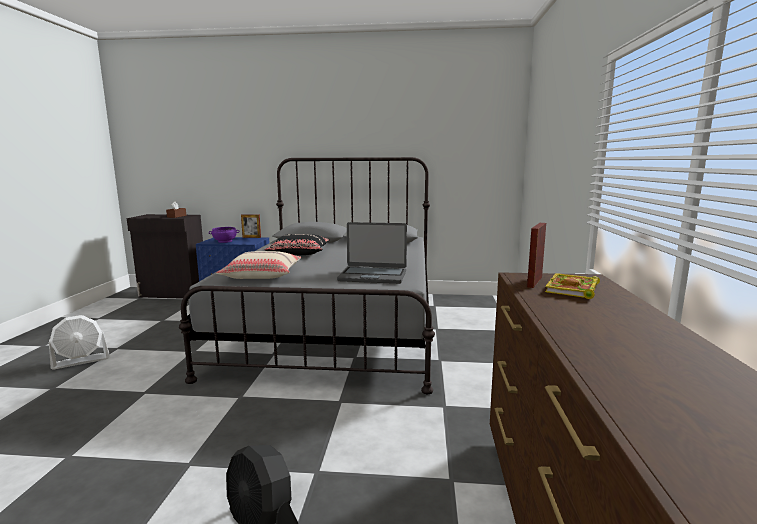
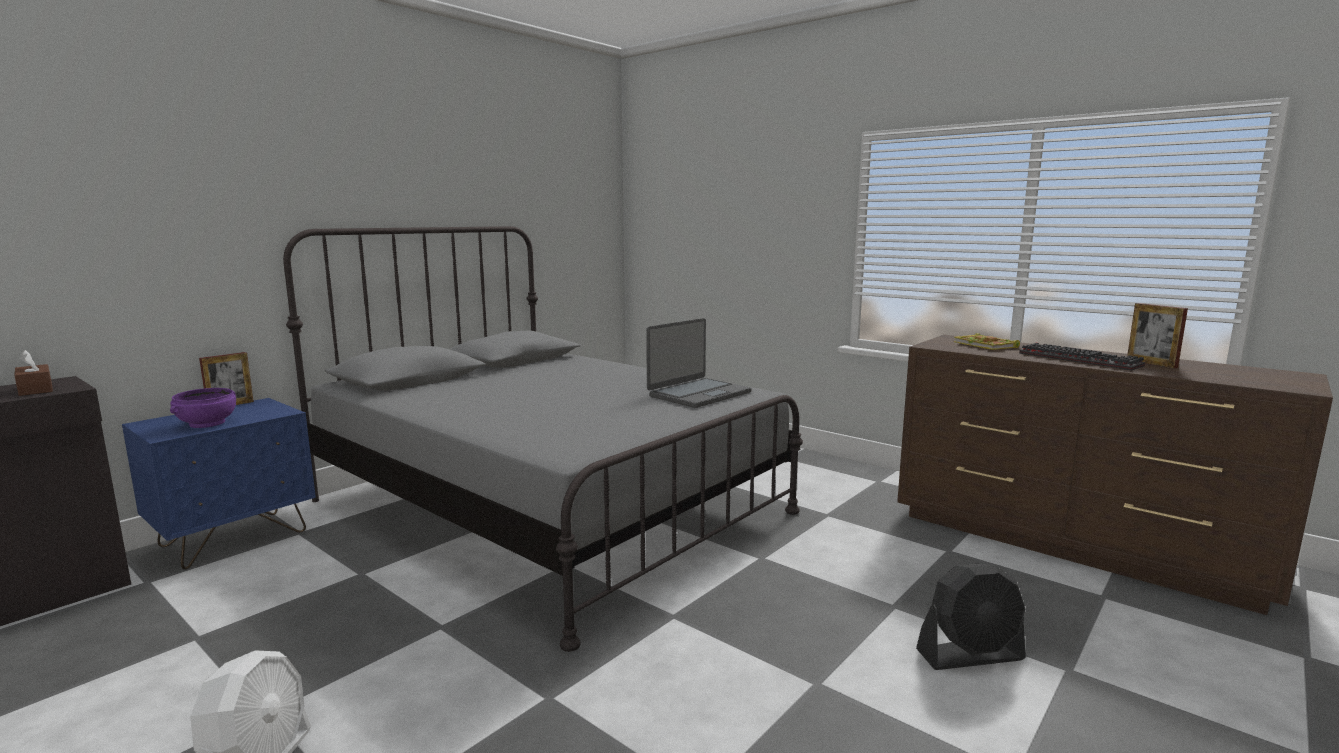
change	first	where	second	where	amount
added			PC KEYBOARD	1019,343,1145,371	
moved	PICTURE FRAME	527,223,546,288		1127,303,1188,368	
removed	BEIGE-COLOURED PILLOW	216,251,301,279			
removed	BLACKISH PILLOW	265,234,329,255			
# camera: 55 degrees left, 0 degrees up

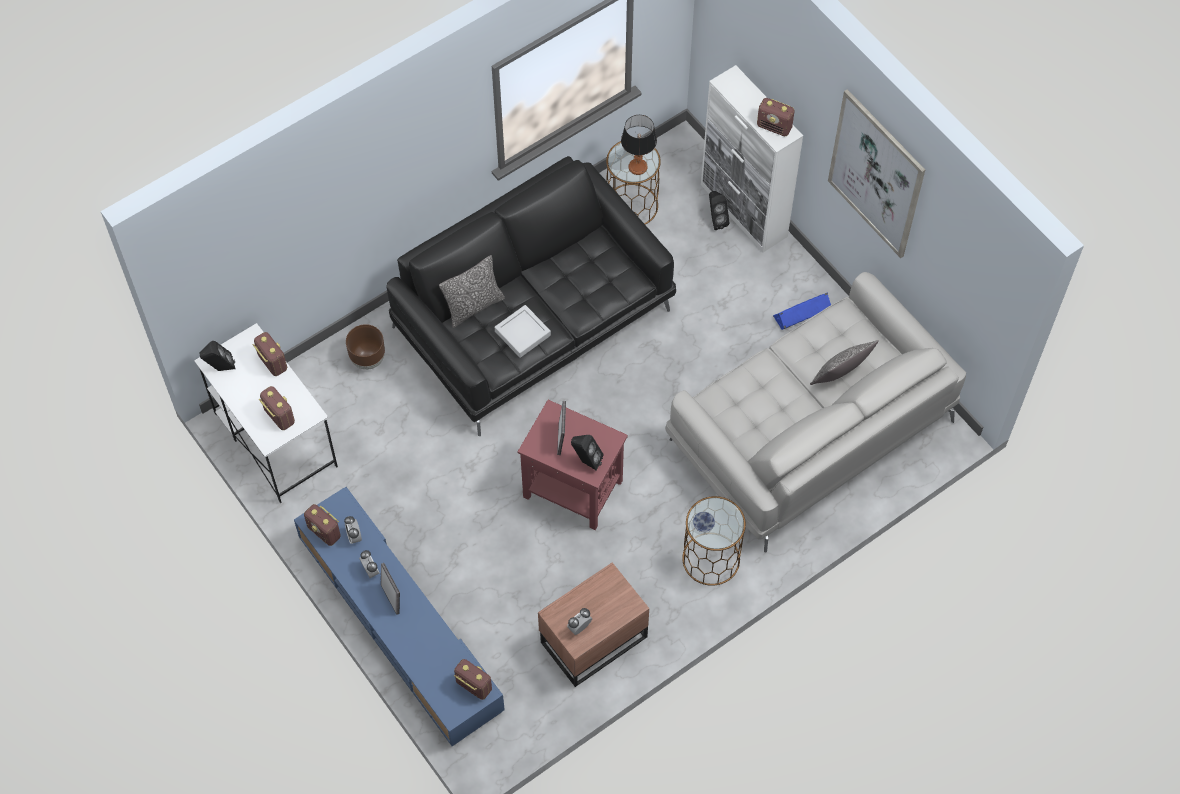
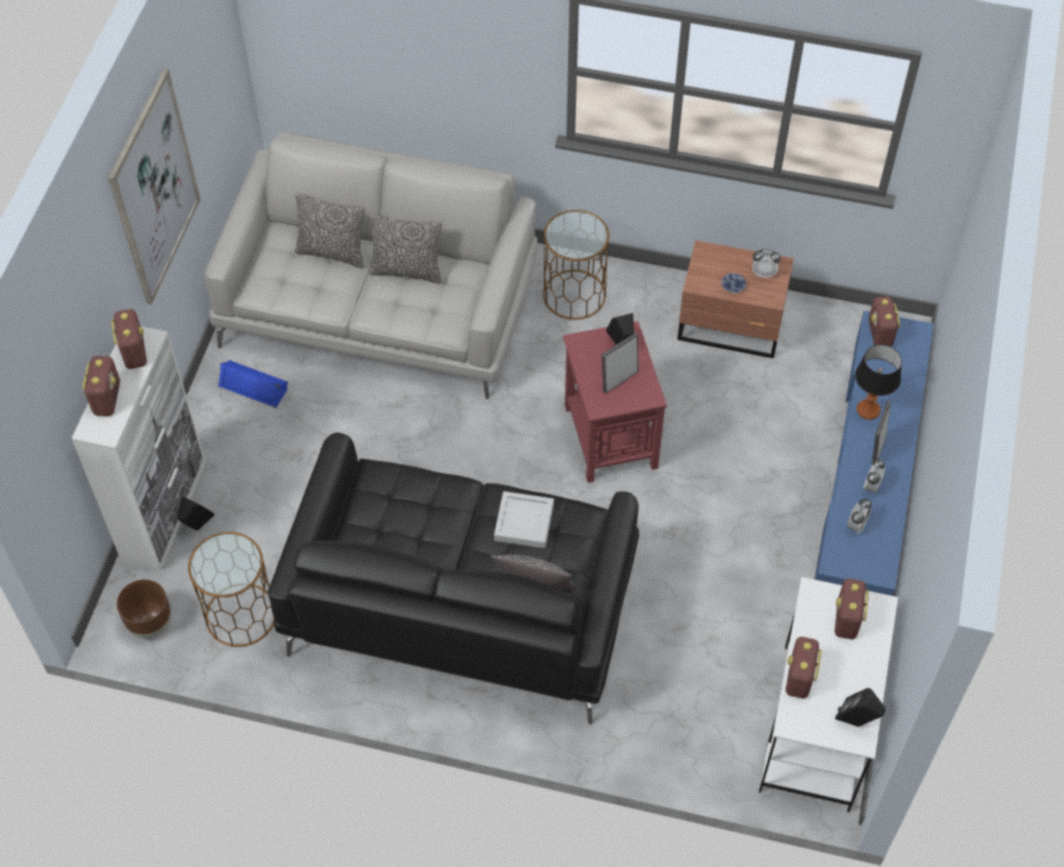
change	first	where	second	where	amount
moved	RADIO SET	304,504,341,546		82,356,120,416	
moved	BROWN-COLOURED PLANTER	346,324,385,370		117,580,171,638	
added			PILLOW	369,214,442,284	
moved	DEEP DISH	693,512,715,532		721,273,746,293	
moved	TABLETOP LAMP	621,115,657,175		855,344,902,420	
# camera: 130 degrees left, 5 degrees down

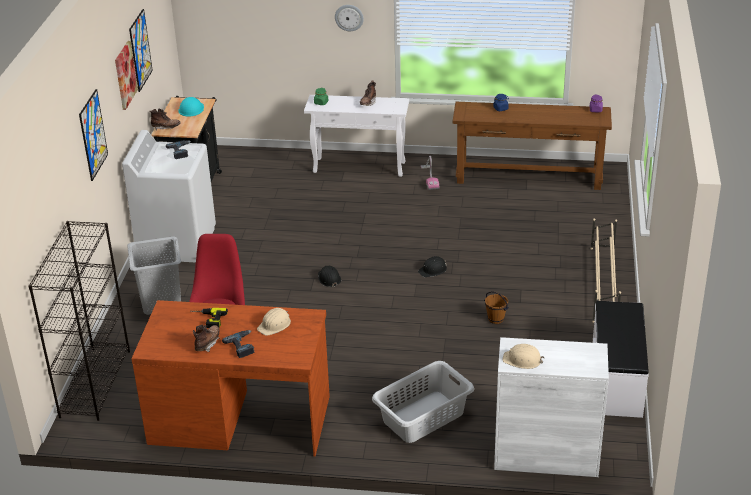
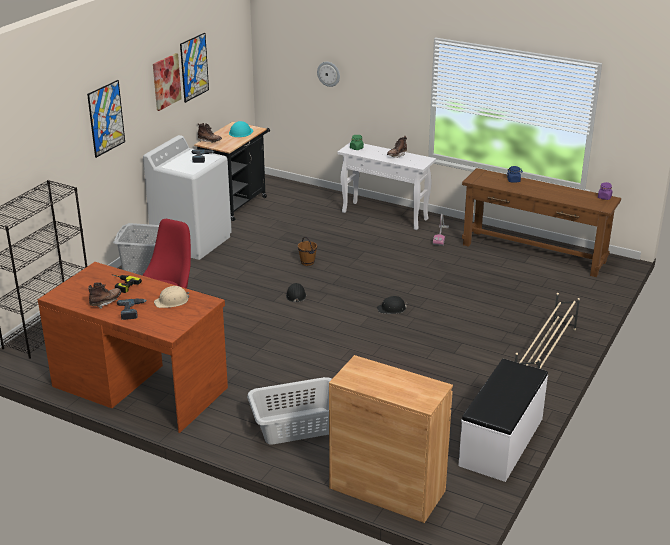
change	first	where	second	where	amount
moved	BROWN-COLOURED PAIL	484,291,509,324		298,237,317,266	
moved	HANGING CLOCK	335,5,364,31		317,62,340,87	
recoloured	WHITE-COLOURED CABINET	494,337,609,477	BROWN-COLOURED CABINET	329,355,453,523	
removed	BEIGE-COLOURED WORK HELMET	503,344,545,369			
# camera: 20 degrees right, 5 degrees down

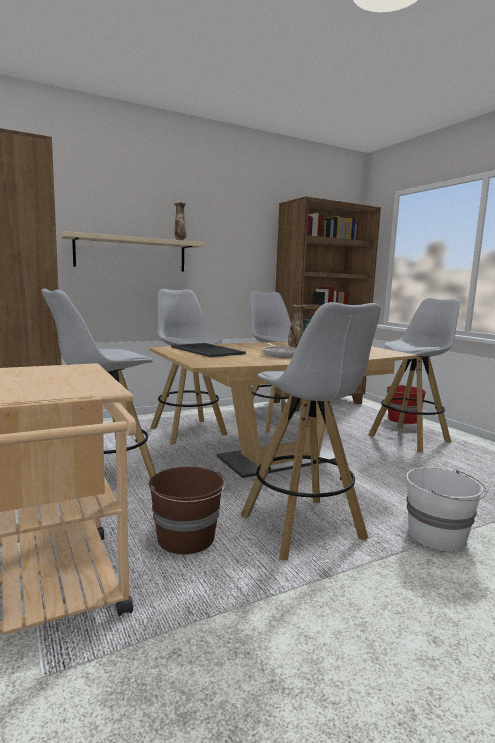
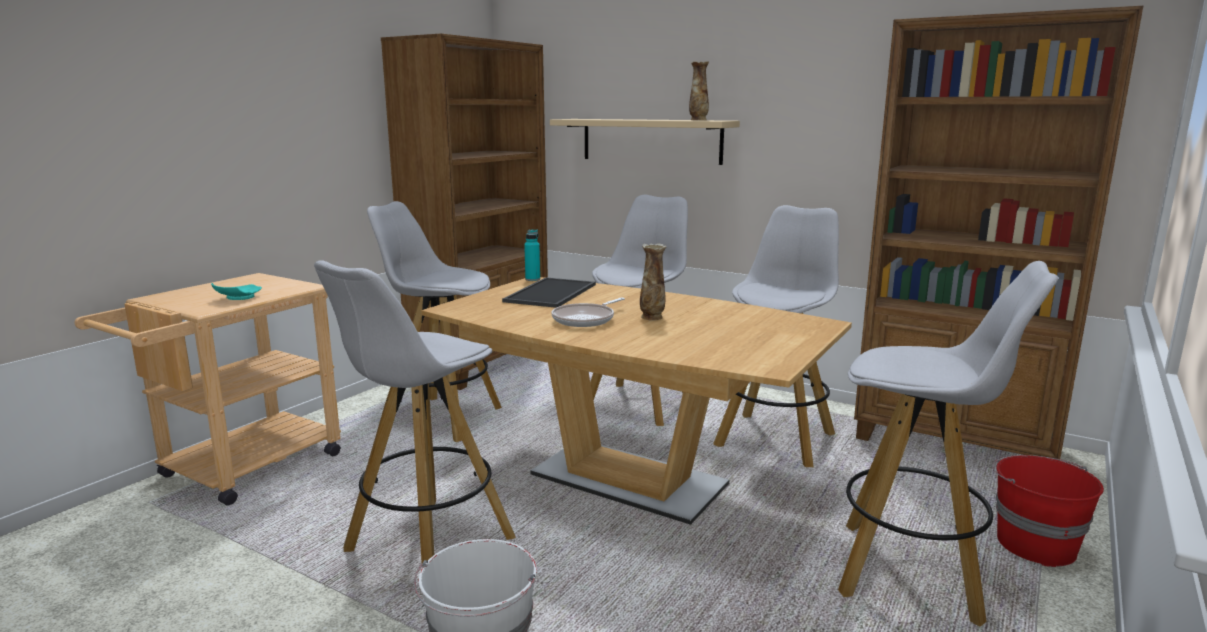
change	first	where	second	where	amount
added			TURQUOISE-COLOURED FLAT DISH	211,283,262,300	
added			TURQUOISE-COLOURED BEVERAGE BOTTLE	524,229,540,281	
removed	BROWN-COLOURED PAIL	149,467,227,554			
# camera: 60 degrees right, 5 degrees up

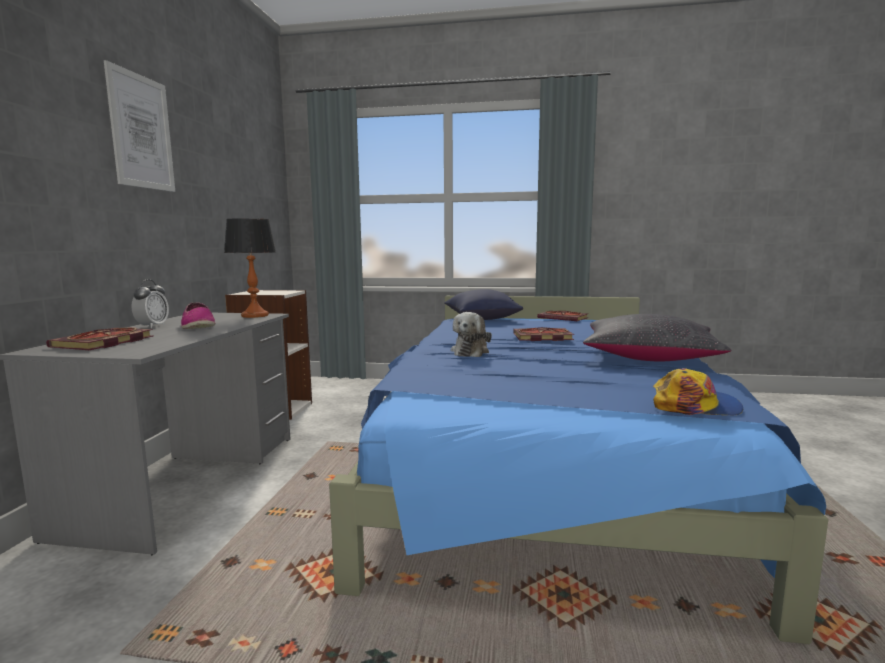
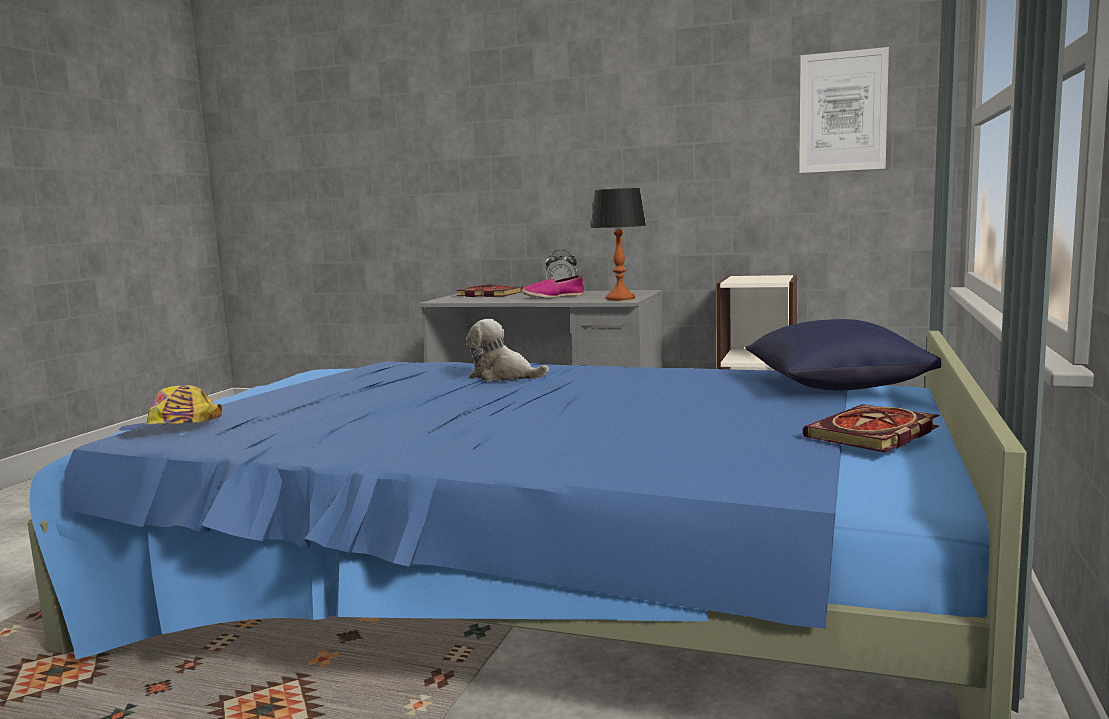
change	first	where	second	where	amount
turned	PEAKED CAP	653,368,743,416		119,385,222,431	45 degrees clockwise
moved	WALL ART	104,60,175,192		799,47,889,173	
removed	BOUND BOOK	513,327,574,341			
removed	BLACKISH PILLOW	583,314,732,361			
# camera: 100 degrees right, 0 degrees up

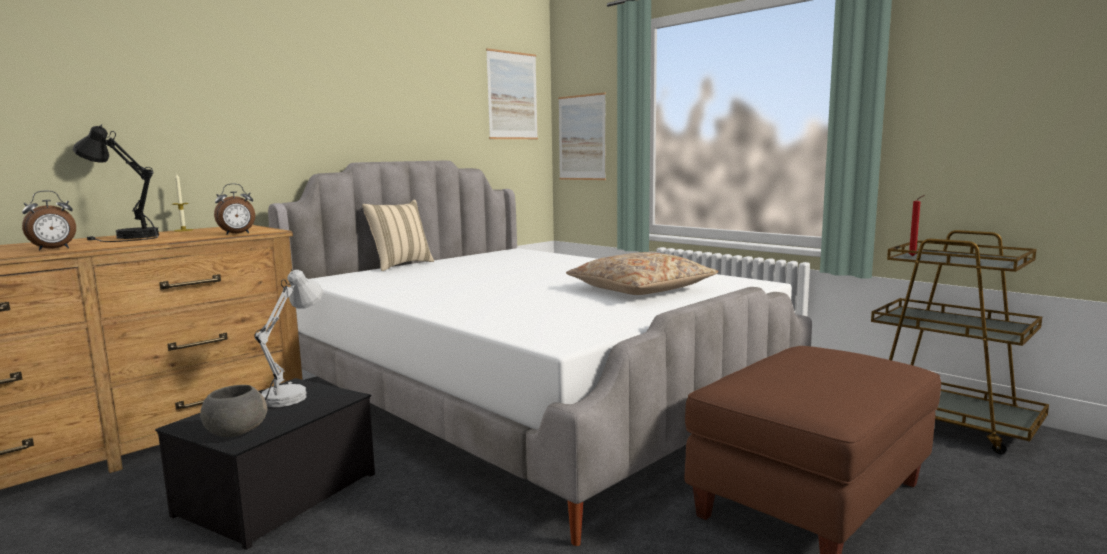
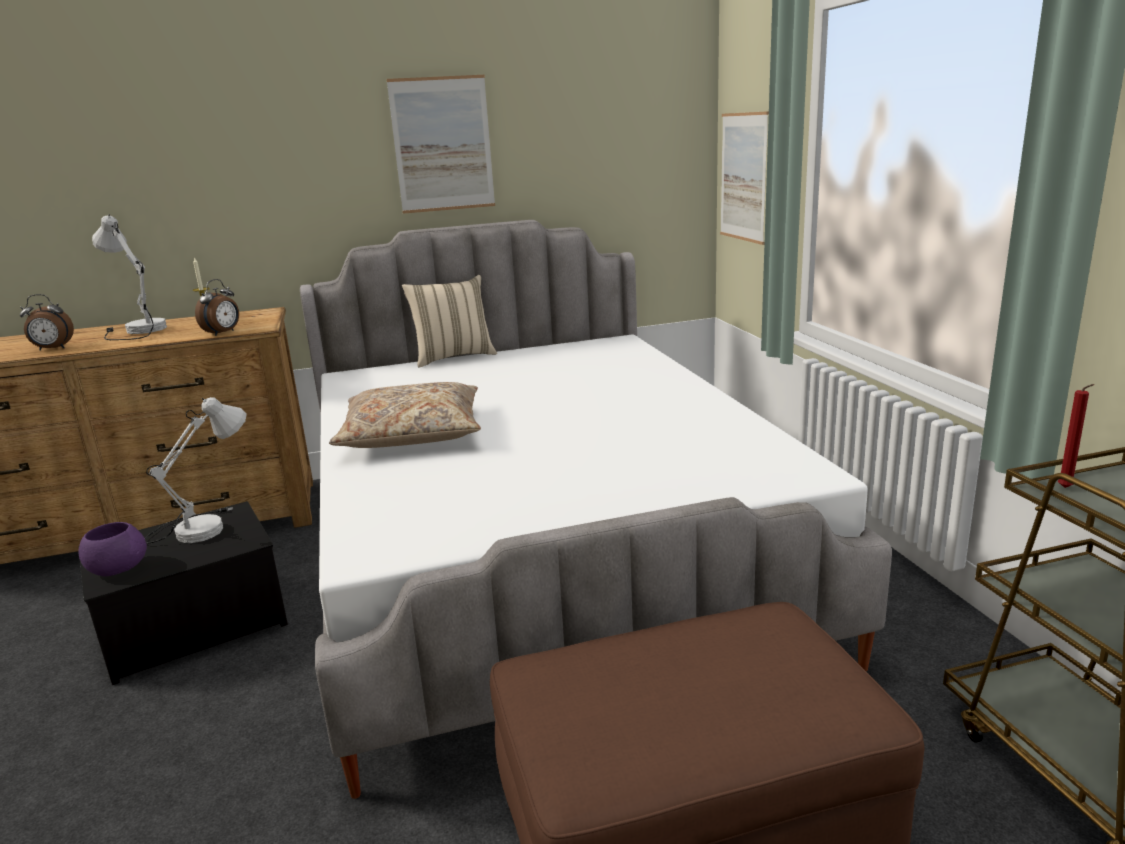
change	first	where	second	where	amount
recoloured	GREY DEEP DISH	200,385,267,437	PURPLE DEEP DISH	78,522,147,576	
recoloured	BLACKISH TABLETOP LAMP	73,124,159,242	WHITE-COLOURED TABLETOP LAMP	92,214,167,340	
turned	TABLE CLOCK	214,183,255,235		195,279,239,336	60 degrees counterclockwise
moved	BEIGE-COLOURED PILLOW	566,252,718,295		329,382,481,448	
moved	WALL ART	486,48,538,139		386,75,495,214	
# camera: 30 degrees right, 10 degrees up

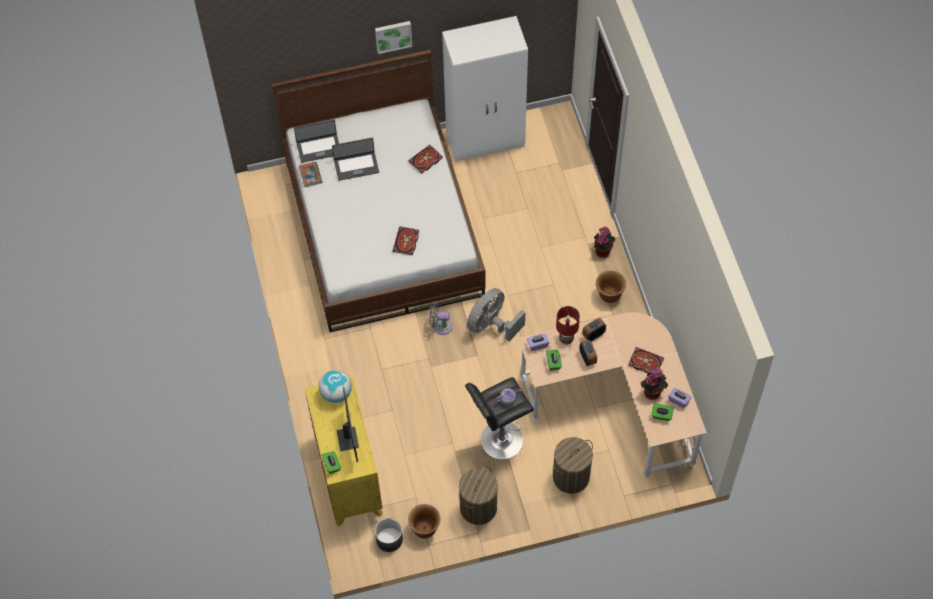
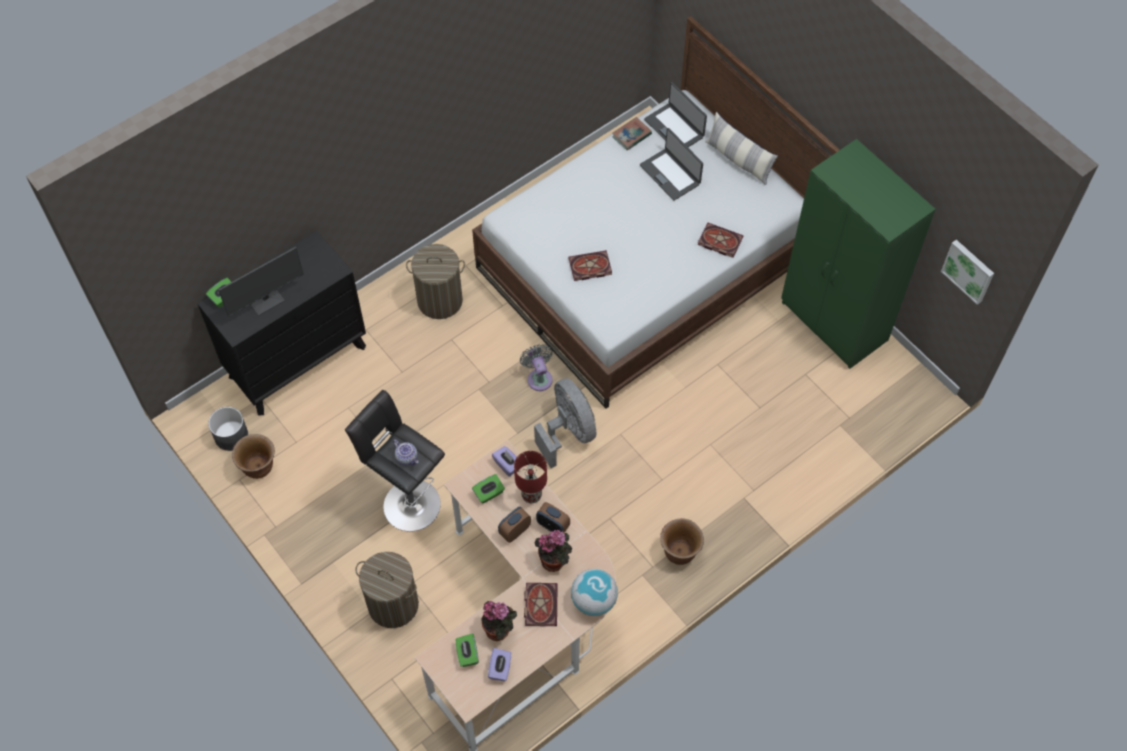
change	first	where	second	where	amount
recoloured	YELLOW-COLOURED DRESSER	305,376,383,527	BLACKISH DRESSER	198,231,366,416	
moved	HAMPER	459,466,498,525		406,244,465,319	
turned	GREY ELECTRIC FAN	467,288,525,341		534,378,596,468	45 degrees clockwise
moved	HOUSEPLANT	594,226,615,258		535,530,572,572	
moved	GLOBE	319,370,352,403		571,569,618,616	
added			PILLOW	705,112,778,185	
recoloured	WHITE-COLOURED CLOTHES CUPBOARD	442,16,528,162	GREEN CLOTHES CUPBOARD	781,139,936,369	
moved	WALL ART	375,21,412,54		941,240,994,305	
# camera: 65 degrees right, 0 degrees up

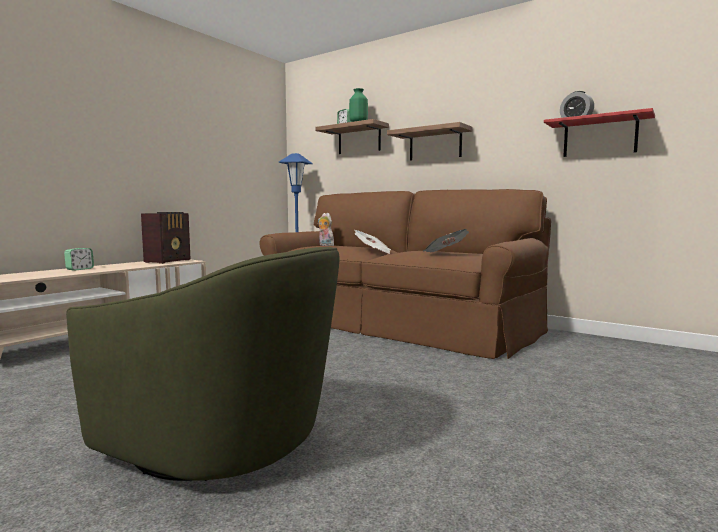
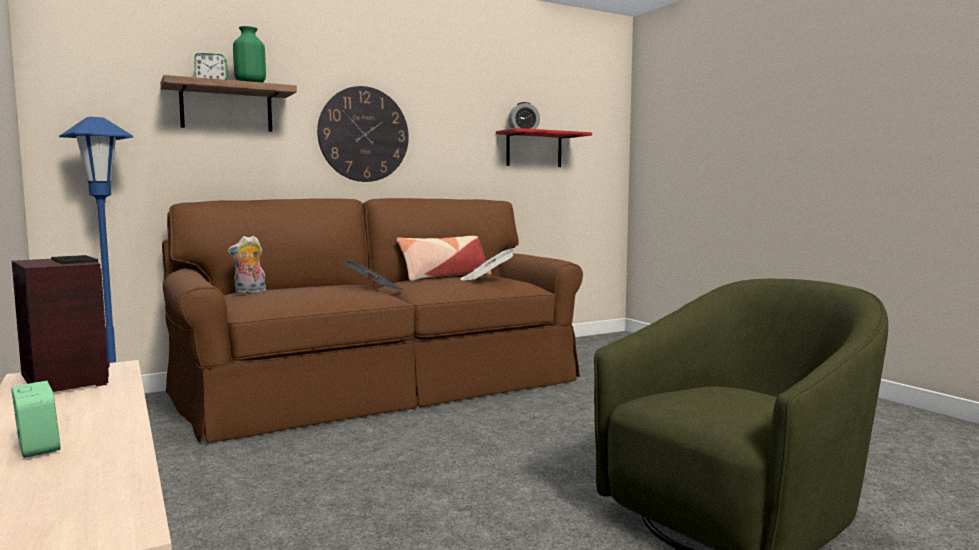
change	first	where	second	where	amount
replaced	SHELF	387,122,473,161	HANGING CLOCK	317,86,409,182	
added			PILLOW	397,236,492,281	
# camera: 65 degrees left, 0 degrees up

